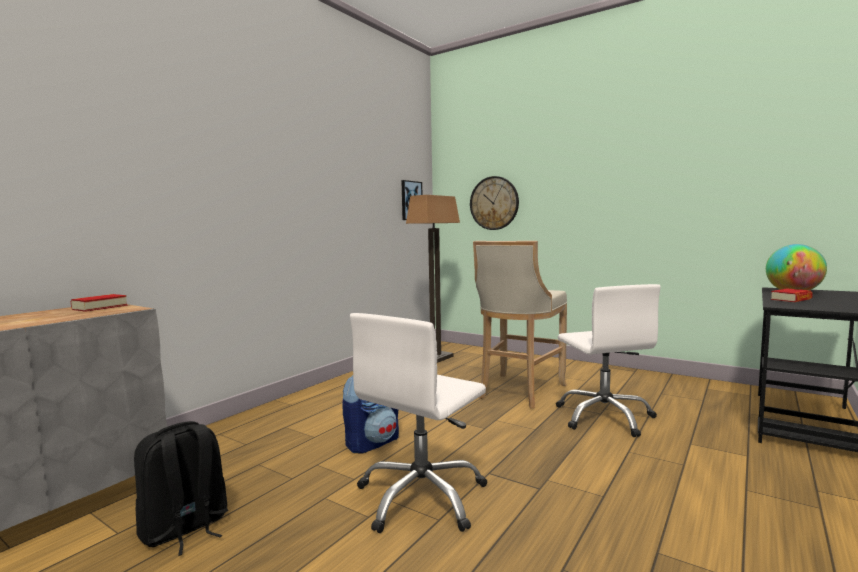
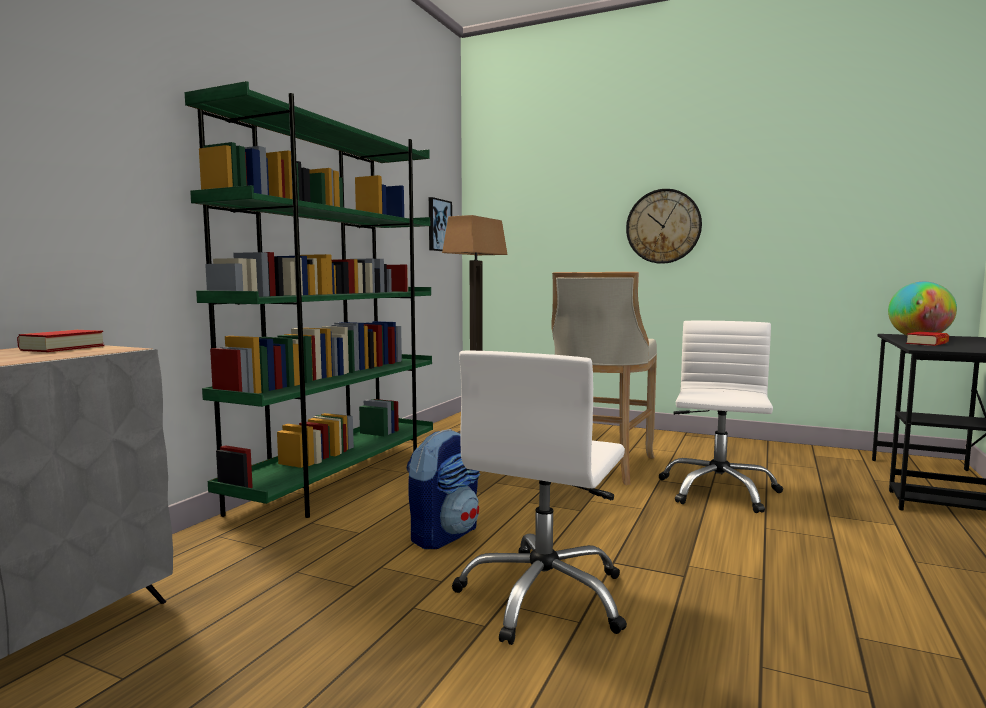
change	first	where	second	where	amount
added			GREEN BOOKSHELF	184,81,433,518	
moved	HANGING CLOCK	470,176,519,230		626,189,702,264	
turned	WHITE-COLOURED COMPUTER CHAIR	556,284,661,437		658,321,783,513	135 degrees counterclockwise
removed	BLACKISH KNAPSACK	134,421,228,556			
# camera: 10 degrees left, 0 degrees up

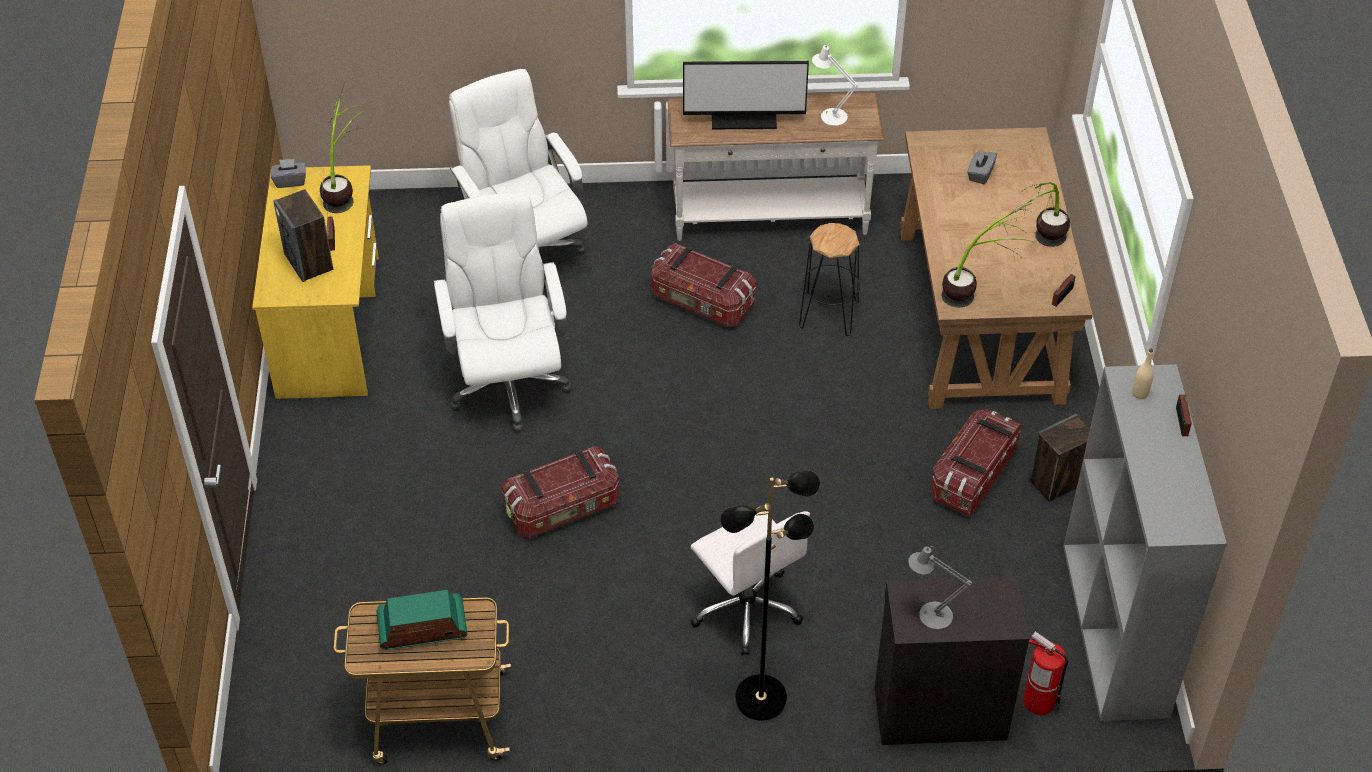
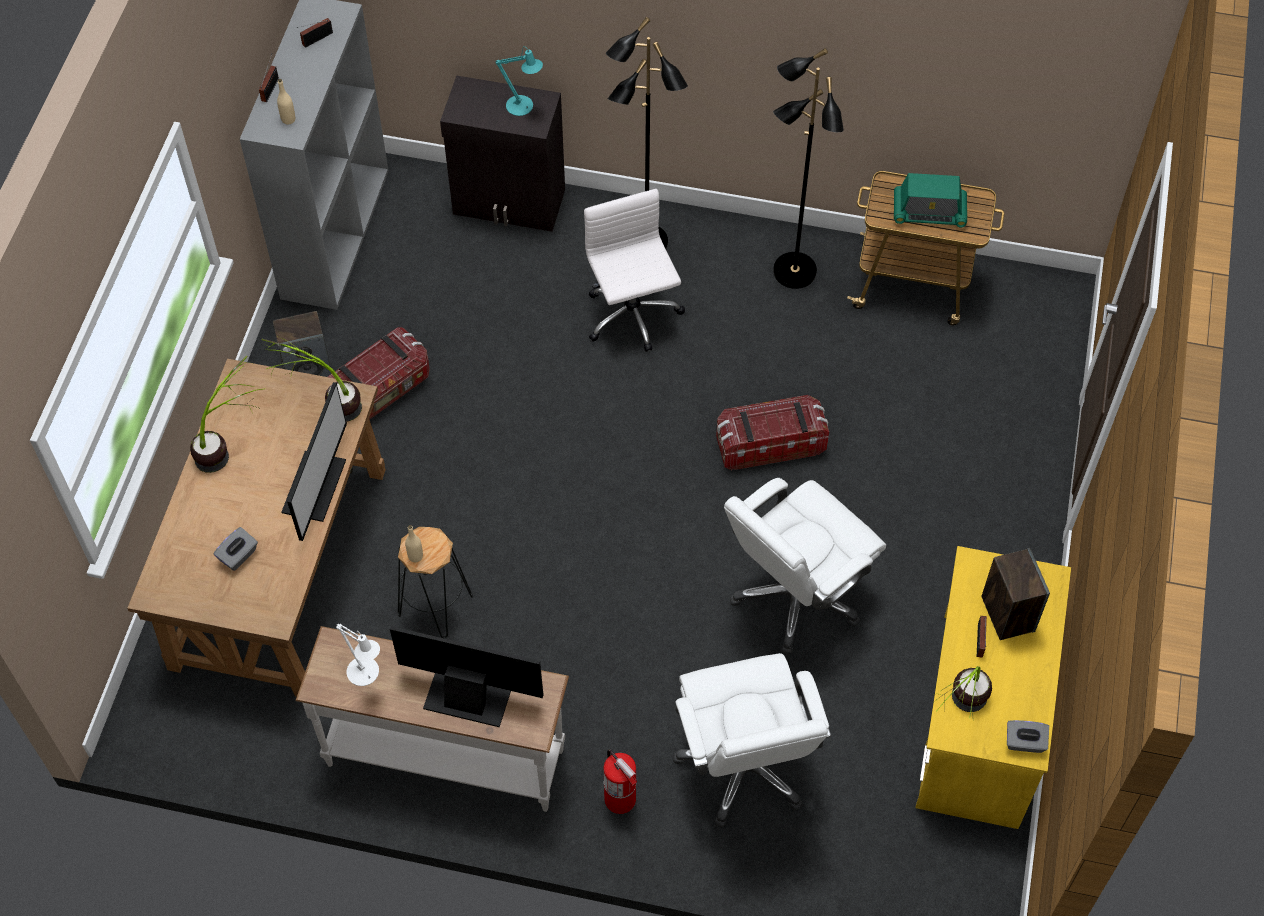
change	first	where	second	where	amount
added			COMPUTER SCREEN	282,382,347,541	
moved	RADIO SET	1052,263,1076,307		296,18,333,48	
added			BEIGE-COLOURED BEVERAGE BOTTLE	405,525,423,562	
recoloured	GREY TABLETOP LAMP	908,546,972,630	TURQUOISE-COLOURED TABLETOP LAMP	496,46,543,116	
moved	FIRE-FIGHTING CYLINDER	1023,631,1068,715		604,749,637,814	
turned	WHITE-COLOURED COMPUTER CHAIR	434,192,572,432		724,478,886,655	45 degrees clockwise
added			BLACKISH STANDARD LAMP	773,48,844,289	
removed	STORAGE BIN	651,243,756,327			
# camera: 165 degrees left, 10 degrees up

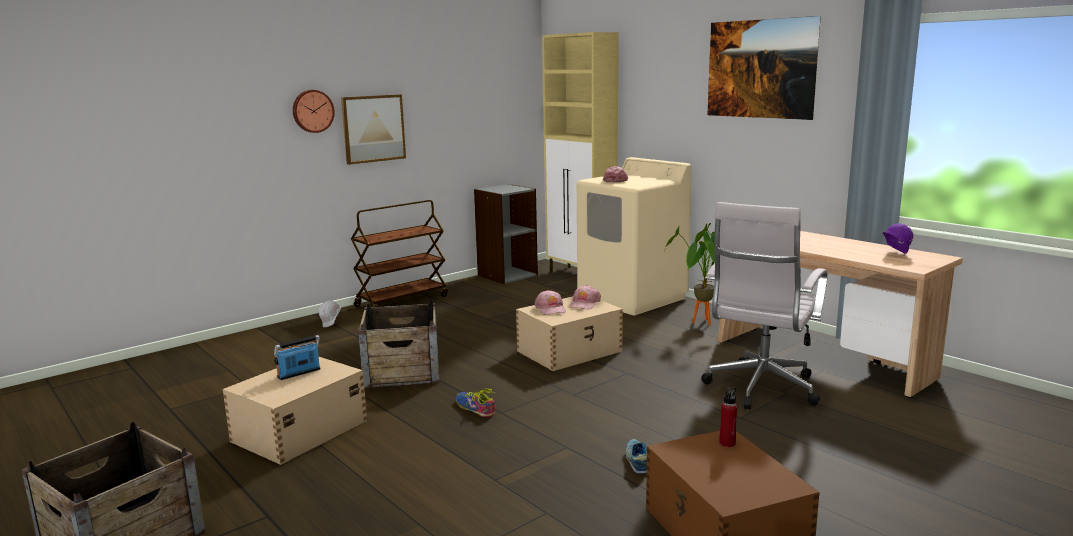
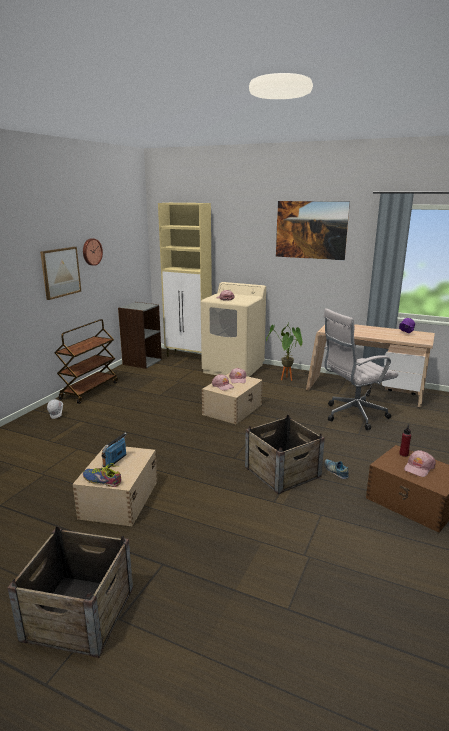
change	first	where	second	where	amount
moved	HANGING CLOCK	293,90,335,133		83,238,103,266	
moved	LOW SHOE	456,388,495,417		83,463,121,487	
moved	SHIPPING CRATE	358,299,440,388		245,415,325,494	
turned	WHITE-COLOURED COMPUTER CHAIR	701,202,828,409		323,308,398,430	60 degrees clockwise
added			PINK PEAKED CAP	404,450,436,477	
# camera: 25 degrees left, 5 degrees up

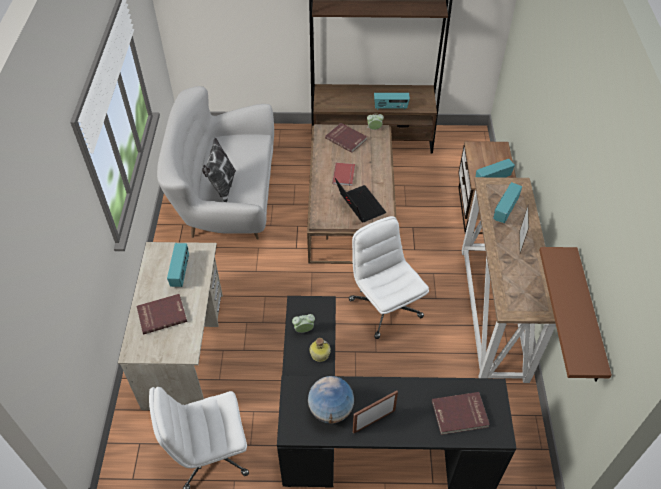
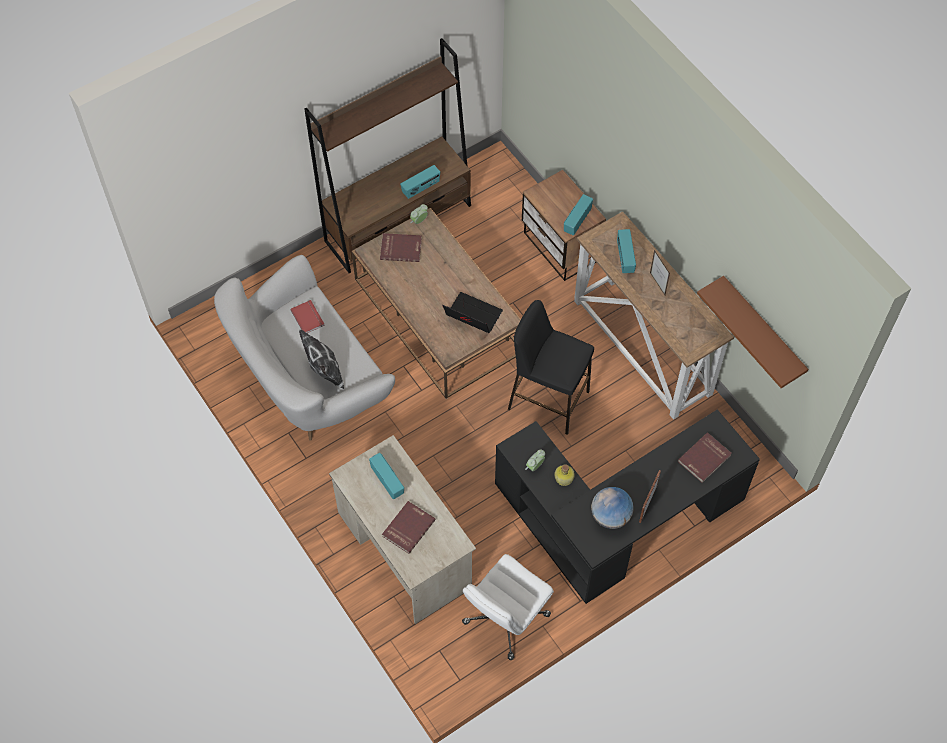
change	first	where	second	where	amount
moved	REDDISH BOUND BOOK	332,163,355,186		290,300,325,333	
replaced	WHITE-COLOURED COMPUTER CHAIR	349,216,429,339	BLACKISH STOOL	508,300,594,435	
# camera: 35 degrees left, 10 degrees up

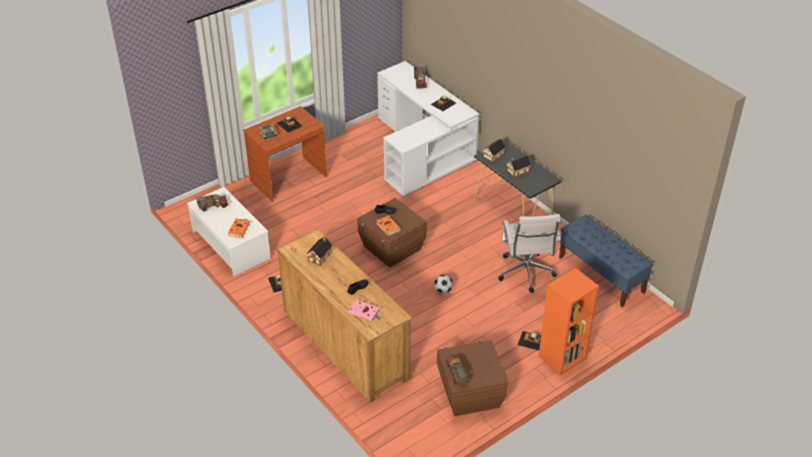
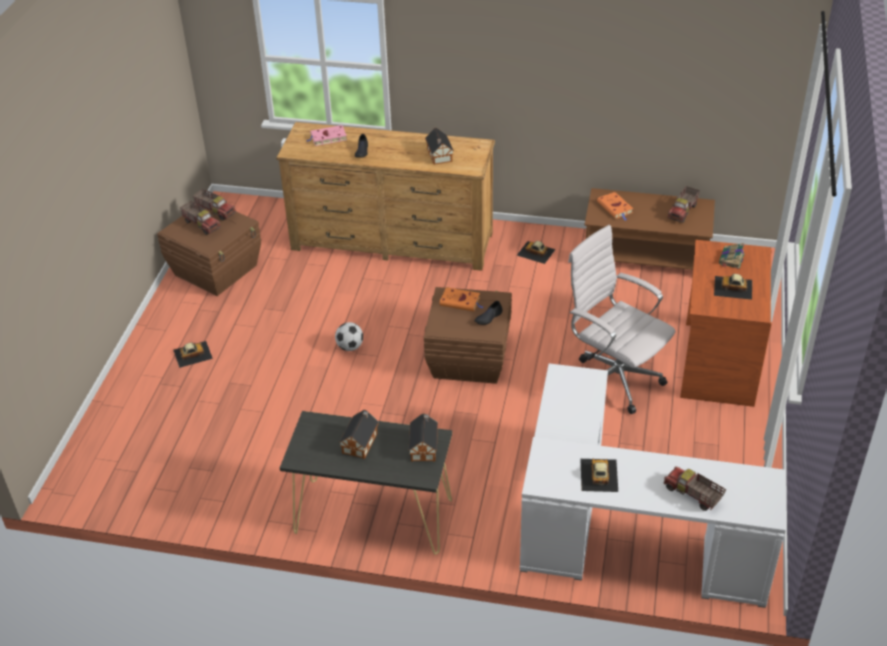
change	first	where	second	where	amount
added			TOY TRUCK	180,201,221,235	
moved	WHITE-COLOURED COMPUTER CHAIR	498,214,561,293		568,225,675,414	
recoloured	WHITE-COLOURED COFFEE TABLE	187,187,271,276	BROWN-COLOURED COFFEE TABLE	584,188,715,270	
removed	ORANGEY BOOKSHELF	538,268,599,376			
removed	BLUISH BENCH	559,215,654,307			
# camera: 140 degrees right, 0 degrees up

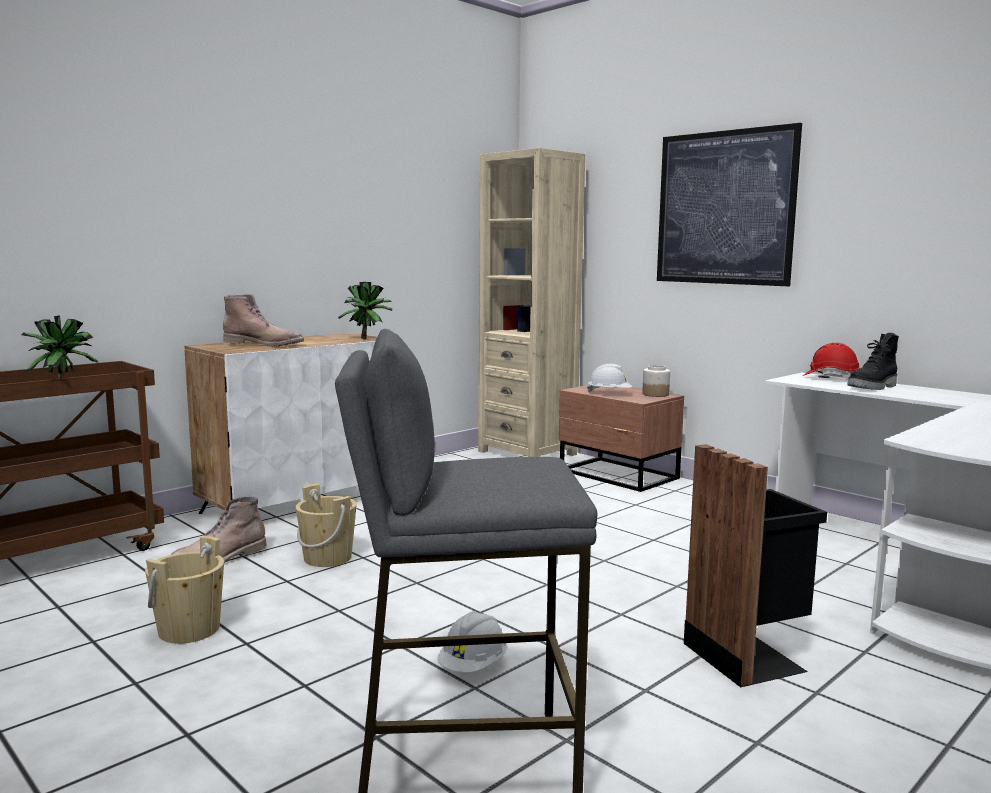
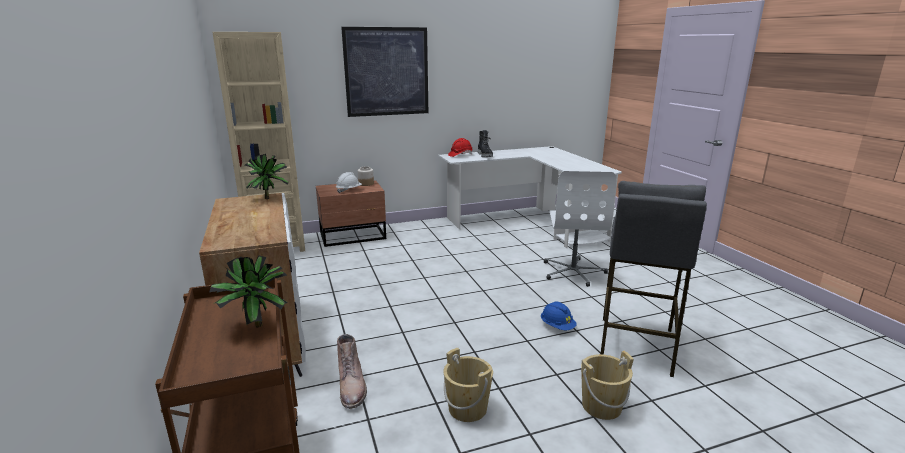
change	first	where	second	where	amount
recoloured	WHITE-COLOURED WORK HELMET	437,611,507,673	BLUISH WORK HELMET	541,301,577,330	
replaced	BLACKISH TRASH CAN	684,444,827,687	WHITE-COLOURED COMPUTER CHAIR	544,171,616,287	
moved	BEIGE-COLOURED PAIL	296,484,357,567		581,351,634,420	
removed	BROWN-COLOURED BOOT	223,294,304,347			
# camera: 65 degrees left, 10 degrees up

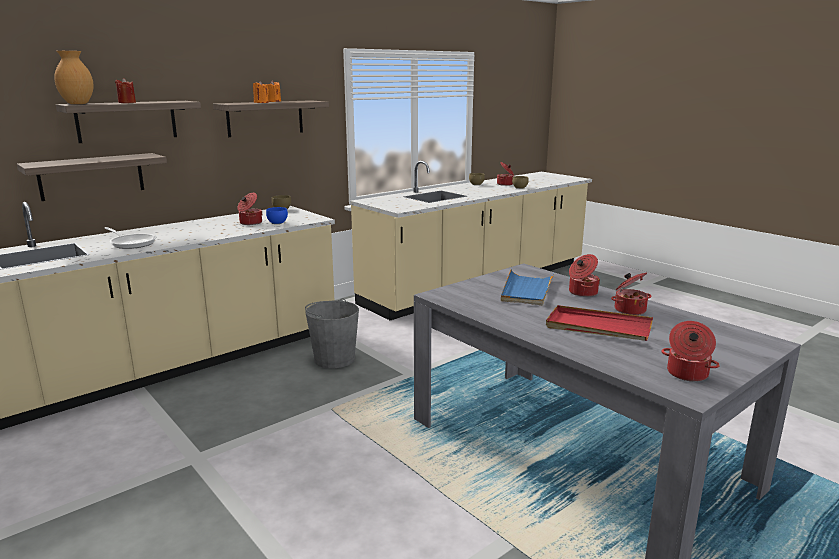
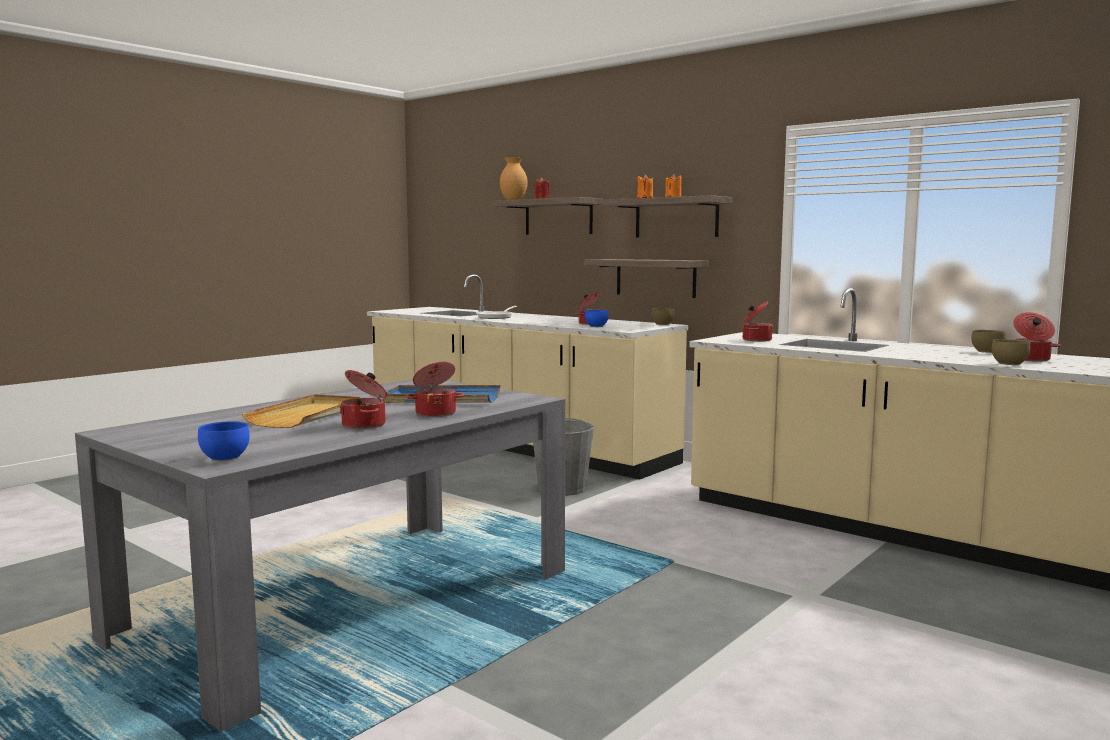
change	first	where	second	where	amount
added			BLUISH DEEP DISH	198,421,250,461	
recoloured	REDDISH CARRYING TRAY	546,305,653,341	BEIGE-COLOURED CARRYING TRAY	242,394,362,428	
moved	SHELF	17,153,167,201		584,259,709,298	
moved	COOKING POT	661,321,720,382		743,302,774,342	
# camera: 80 degrees right, 10 degrees down

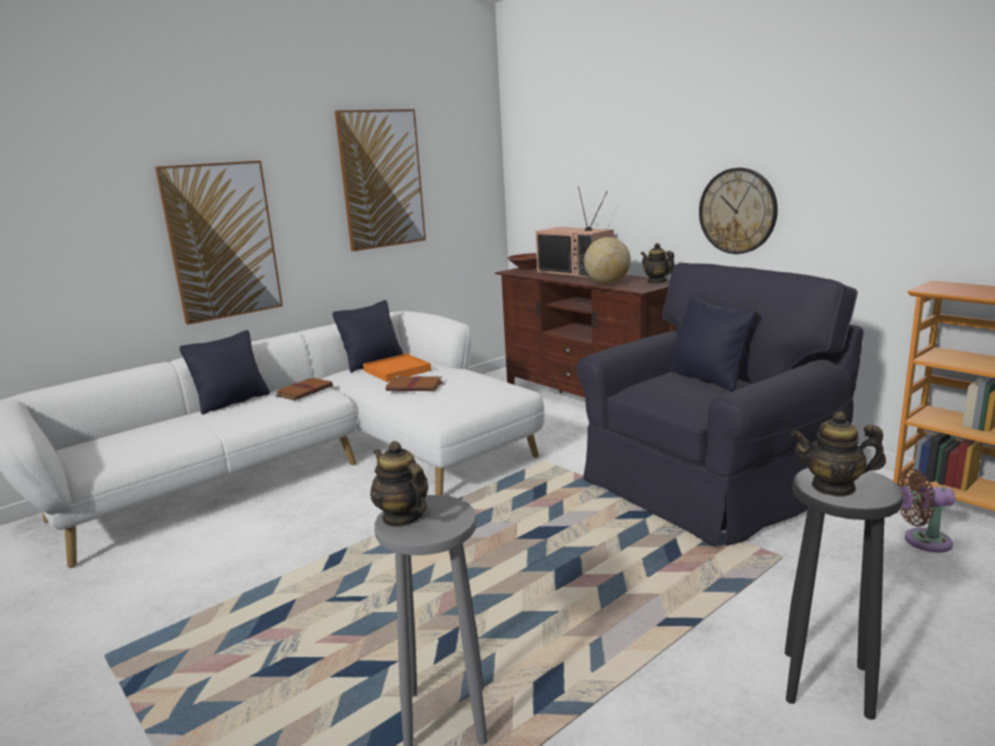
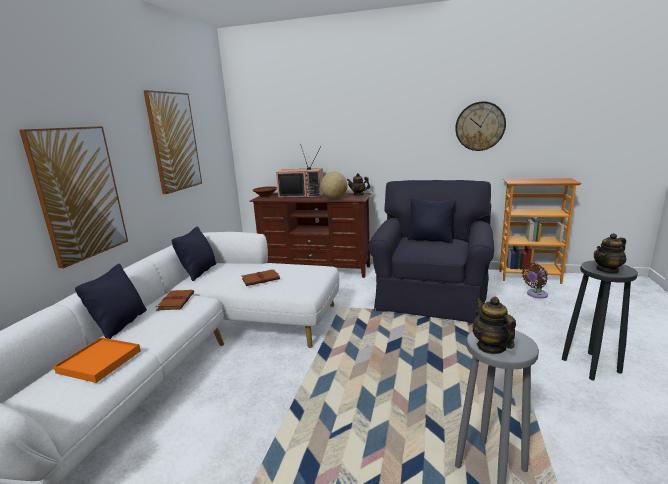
change	first	where	second	where	amount
moved	ORANGEY CARRYING TRAY	363,354,431,382		54,337,141,383	
moved	HANGING CLOCK	699,168,778,254		455,101,506,151	
turned	TEAPOT	370,441,428,527		473,297,516,354	60 degrees clockwise
# camera: 35 degrees left, 0 degrees up

